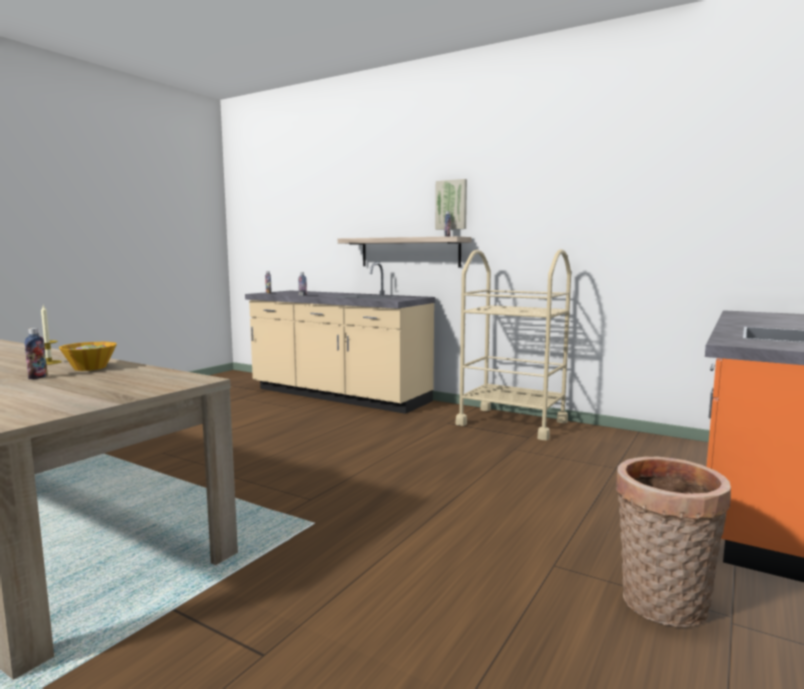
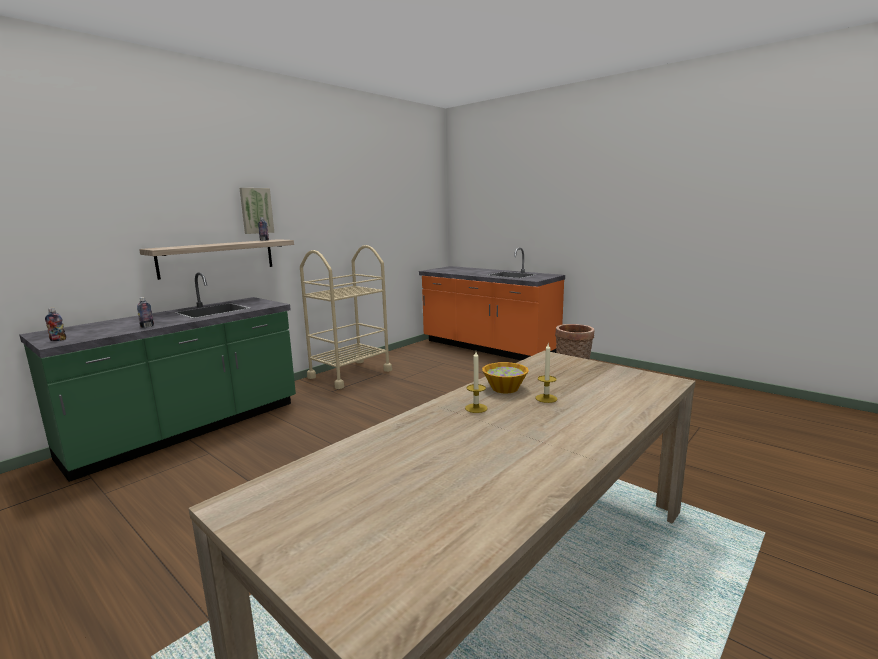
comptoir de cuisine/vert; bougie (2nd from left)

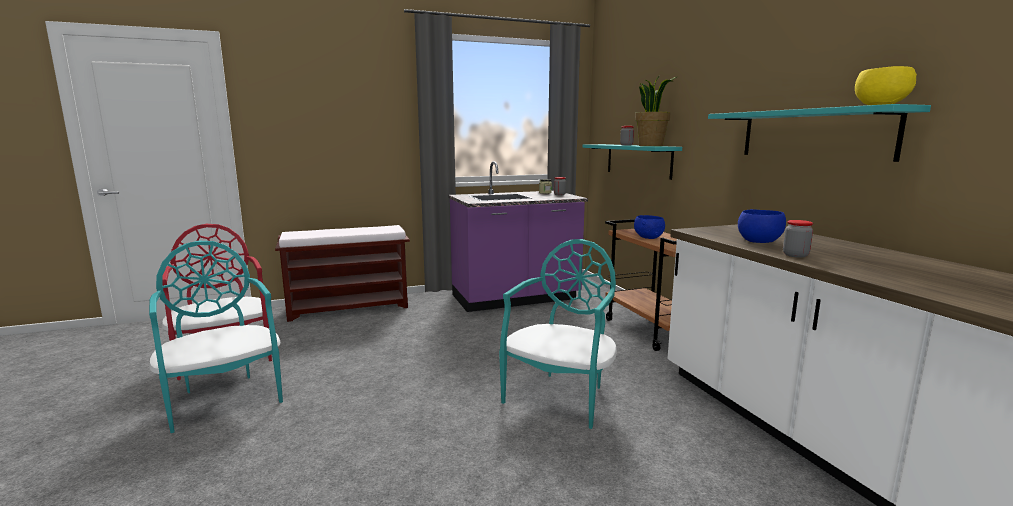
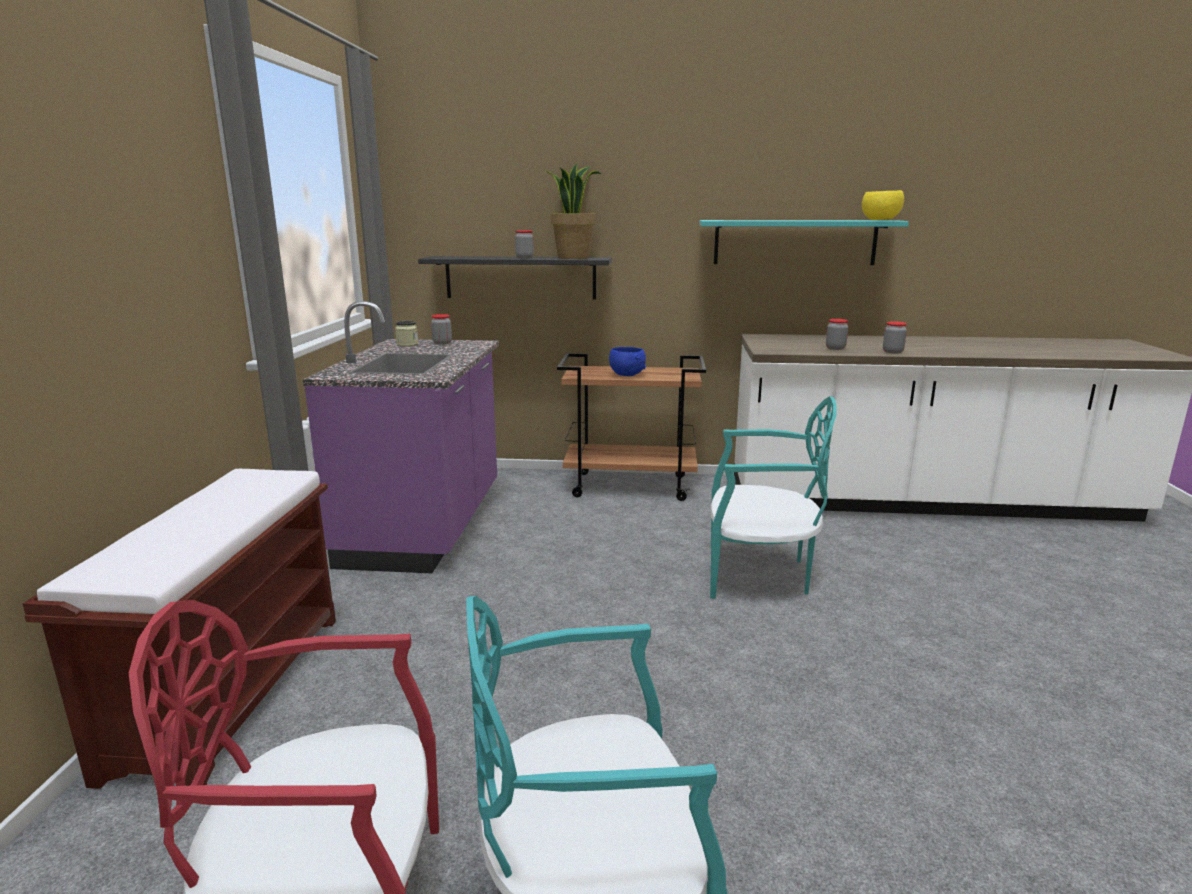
étagère/noir; chaise/turquoise (2nd from left); bocal (4th from left)

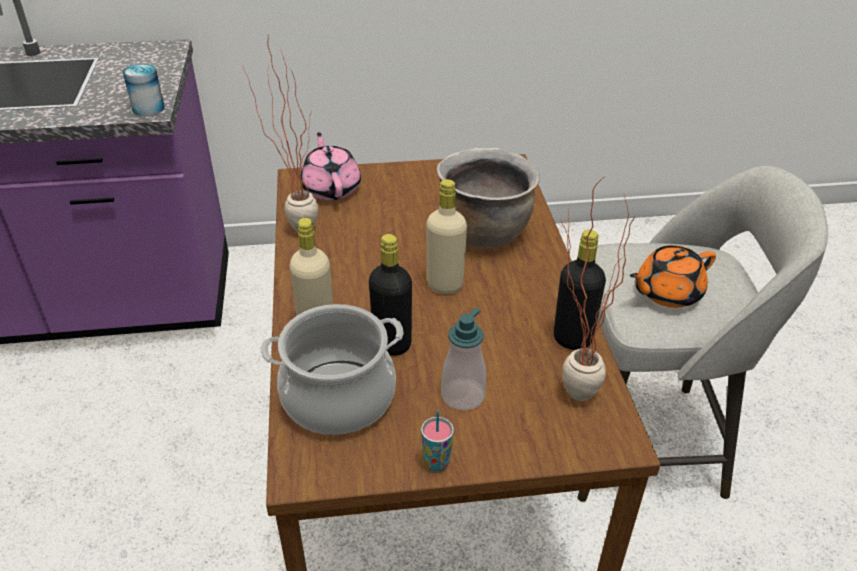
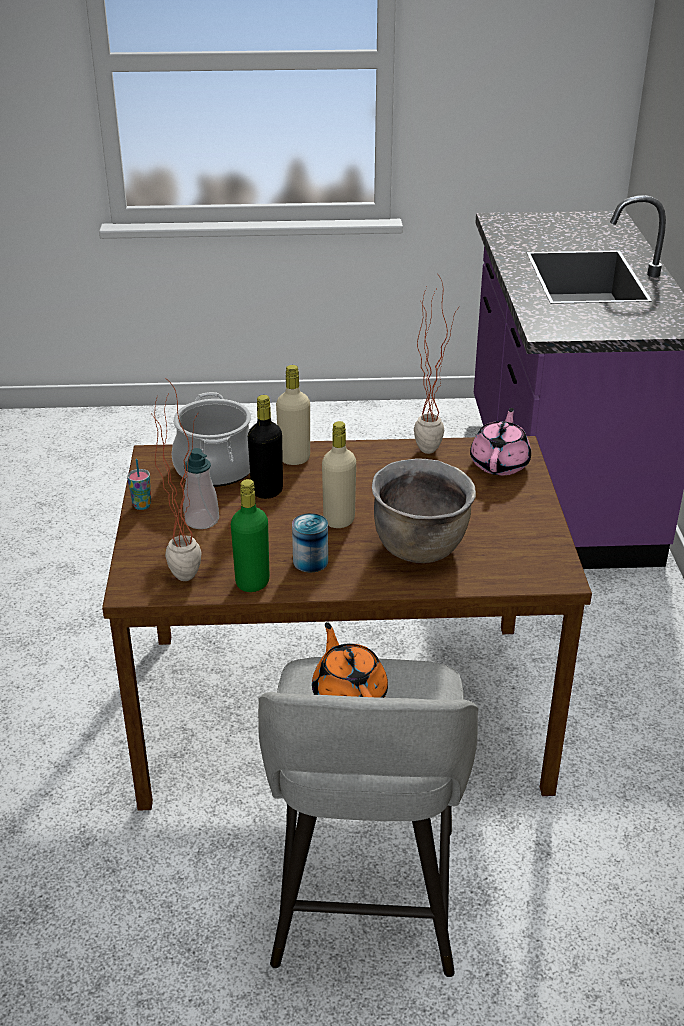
bouteille/vert; boîte métallique; théière/rose

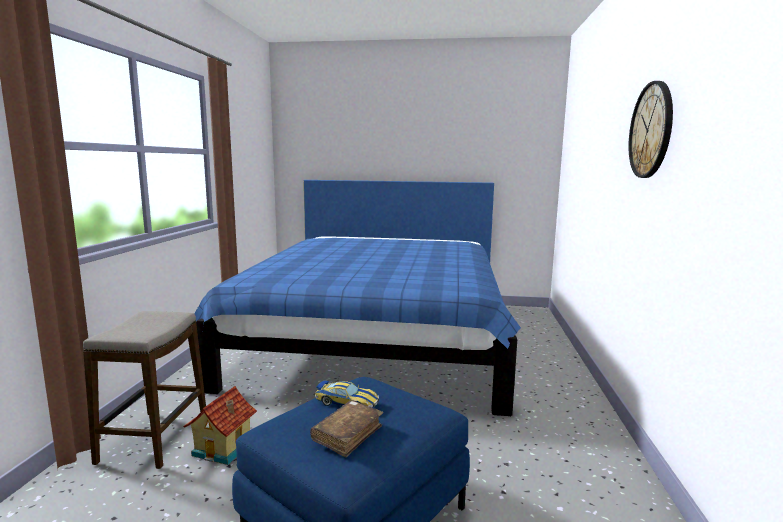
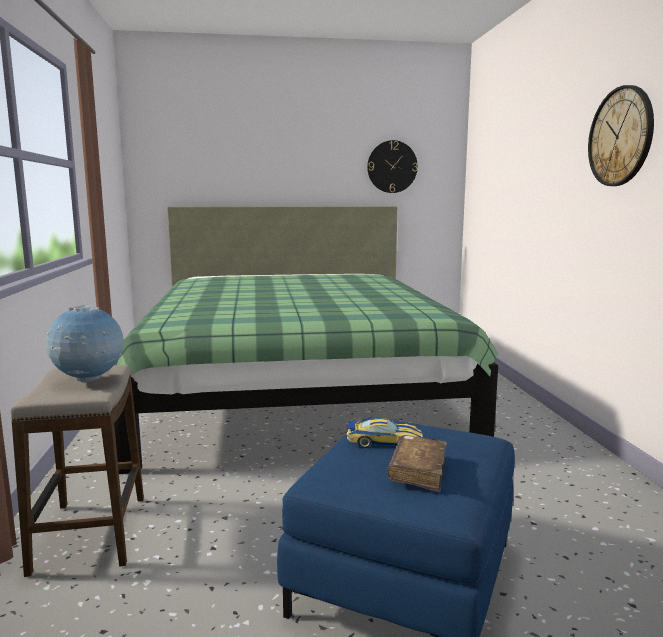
globe; lit/vert; horloge murale (1st from left); maison miniature

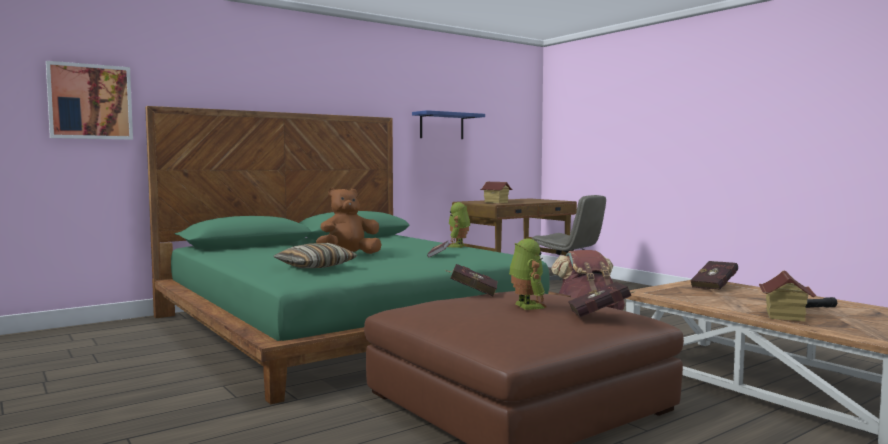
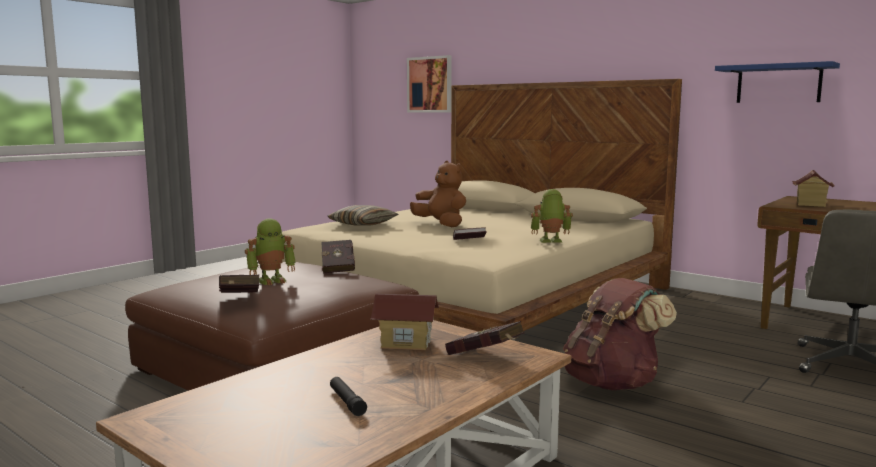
lit/beige; maison miniature (1st from left)

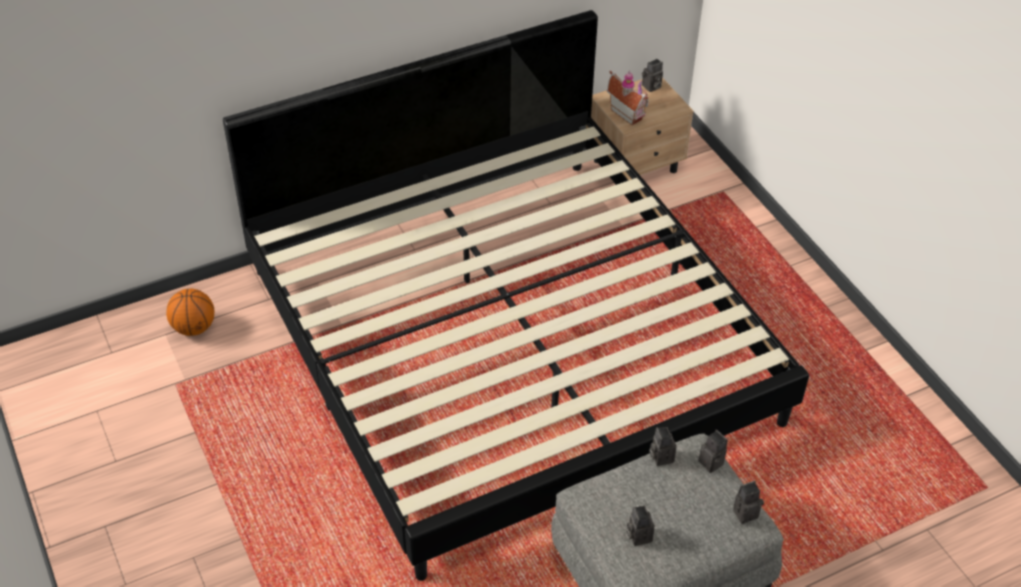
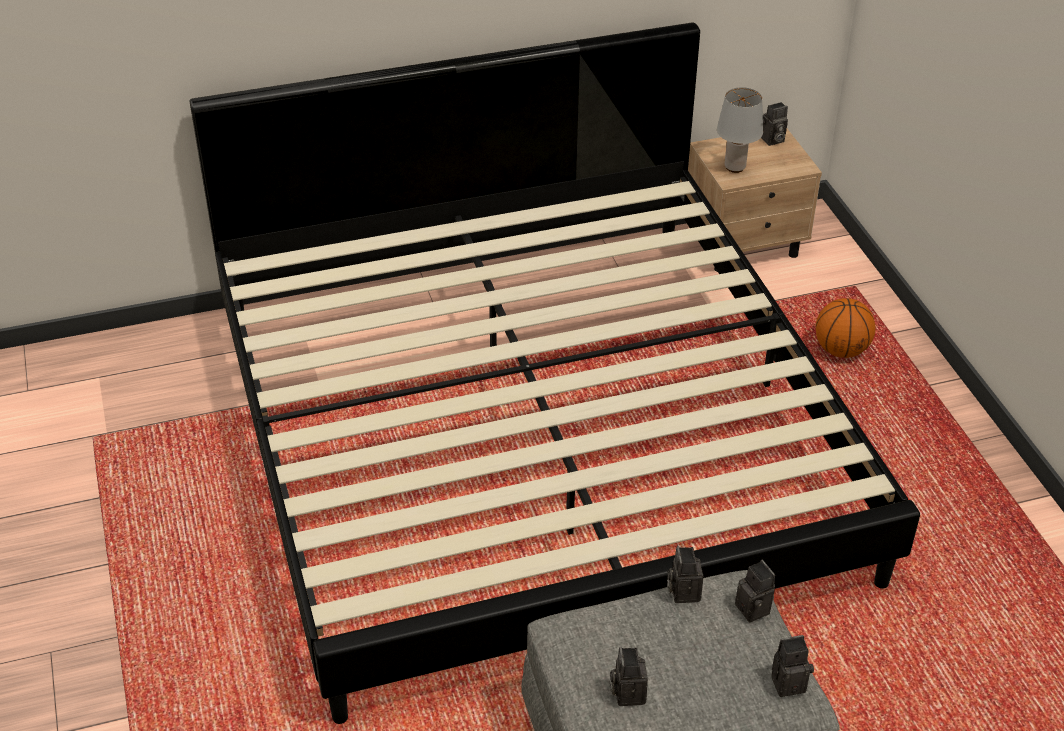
lampe de table/gris; ballon de basket

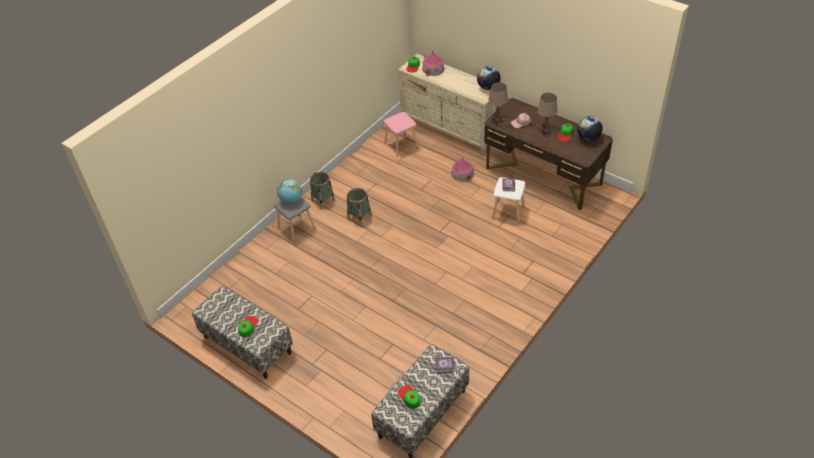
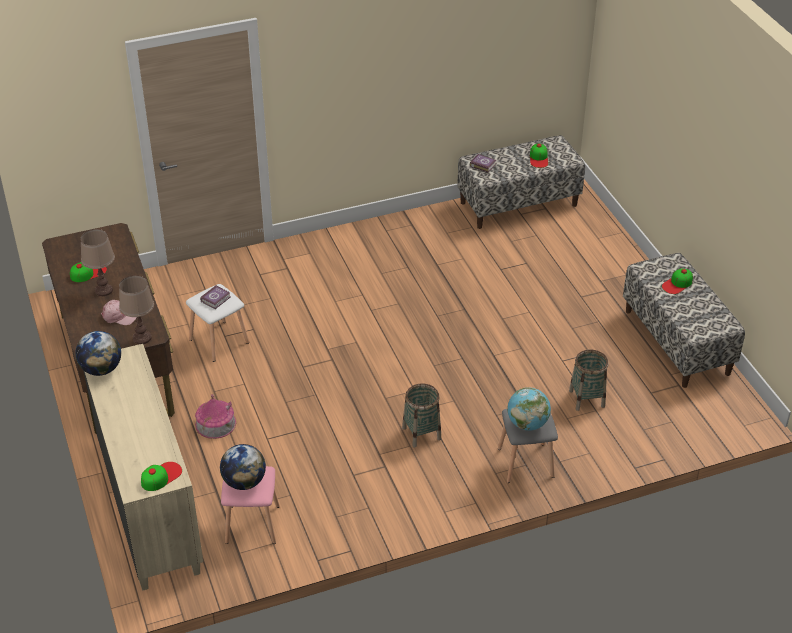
globe (2nd from left); panier (2nd from left); maison miniature (1st from left in the first image)

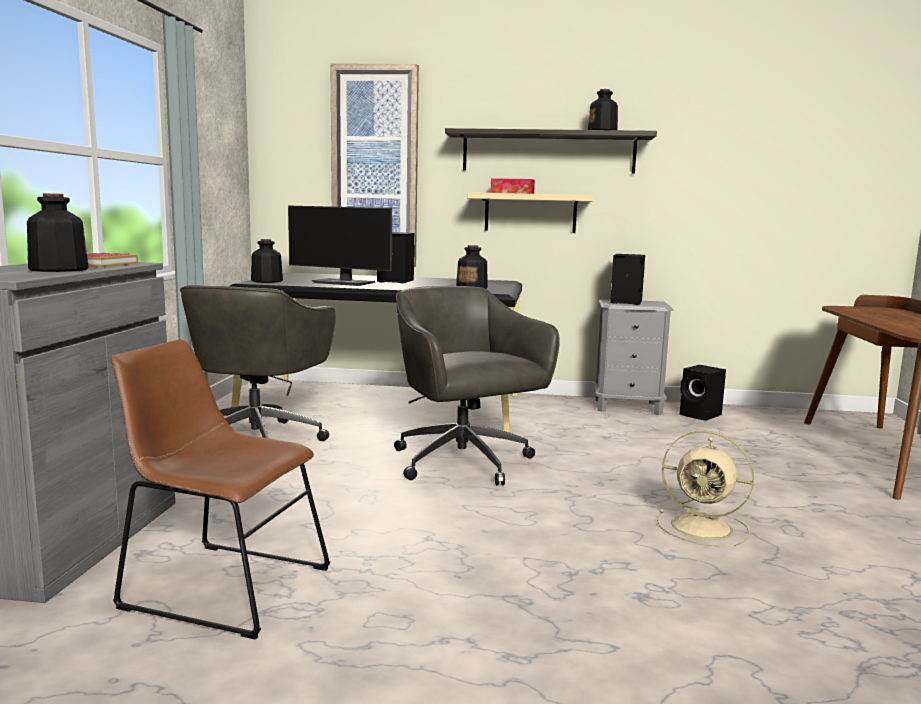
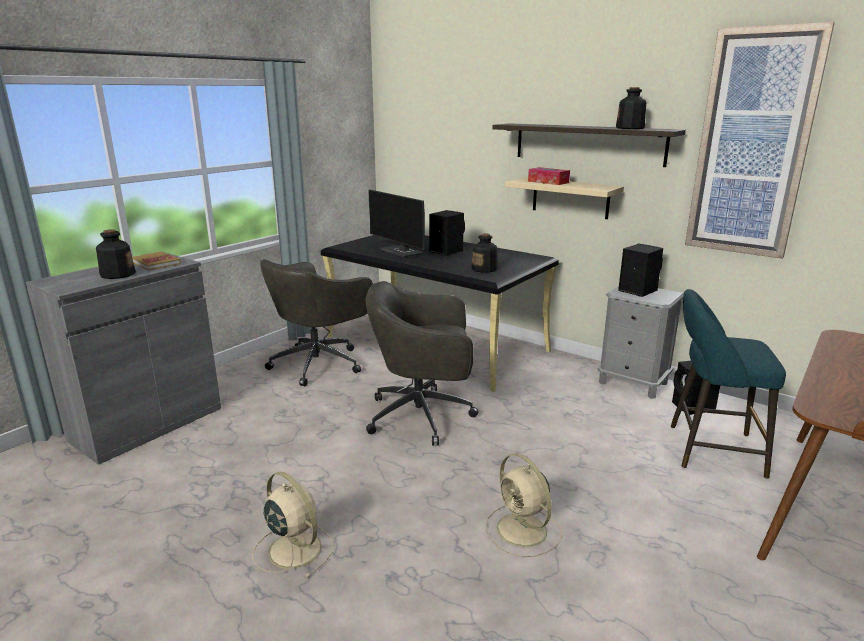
ventilateur/beige (1st from left); chaise de bureau/gris (2nd from left); tabouret/turquoise; tableau; chaise/marron; bouteille (2nd from left in the first image)

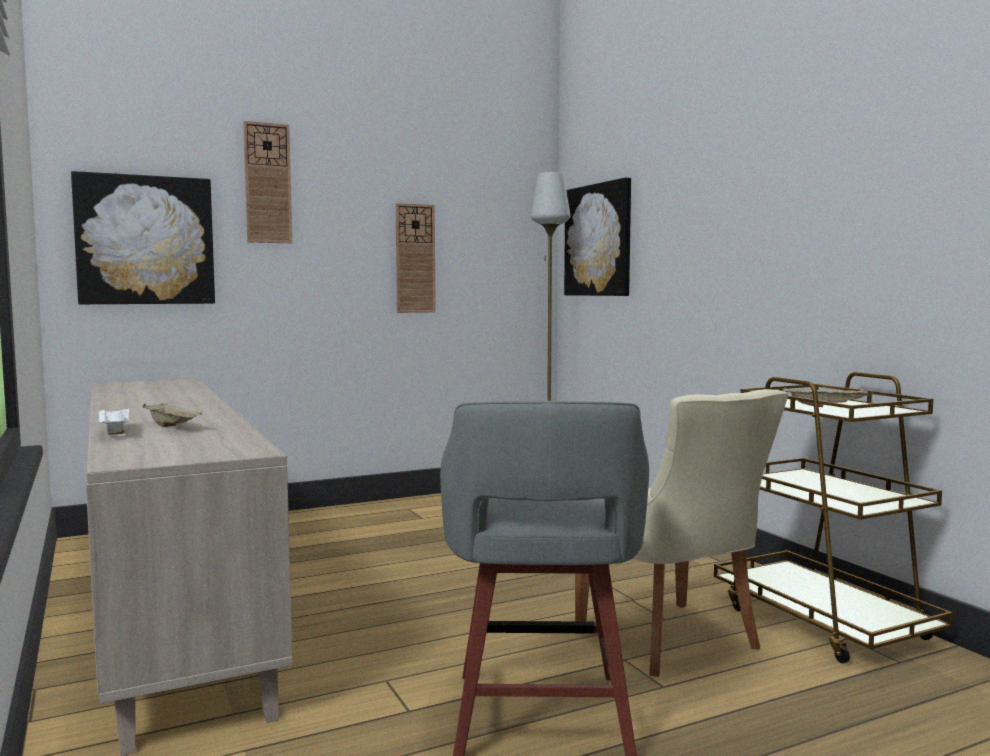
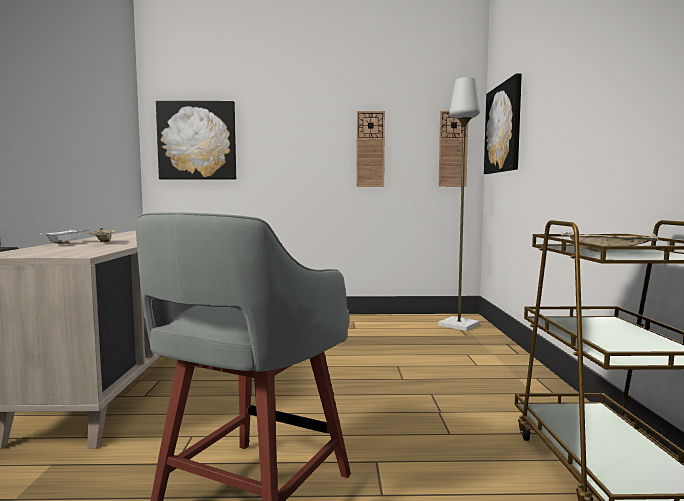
horloge murale (2nd from left); chaise/beige

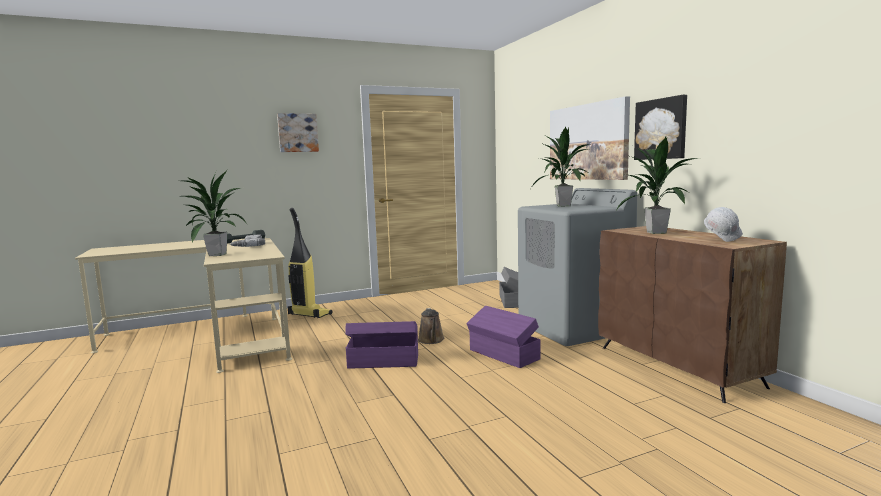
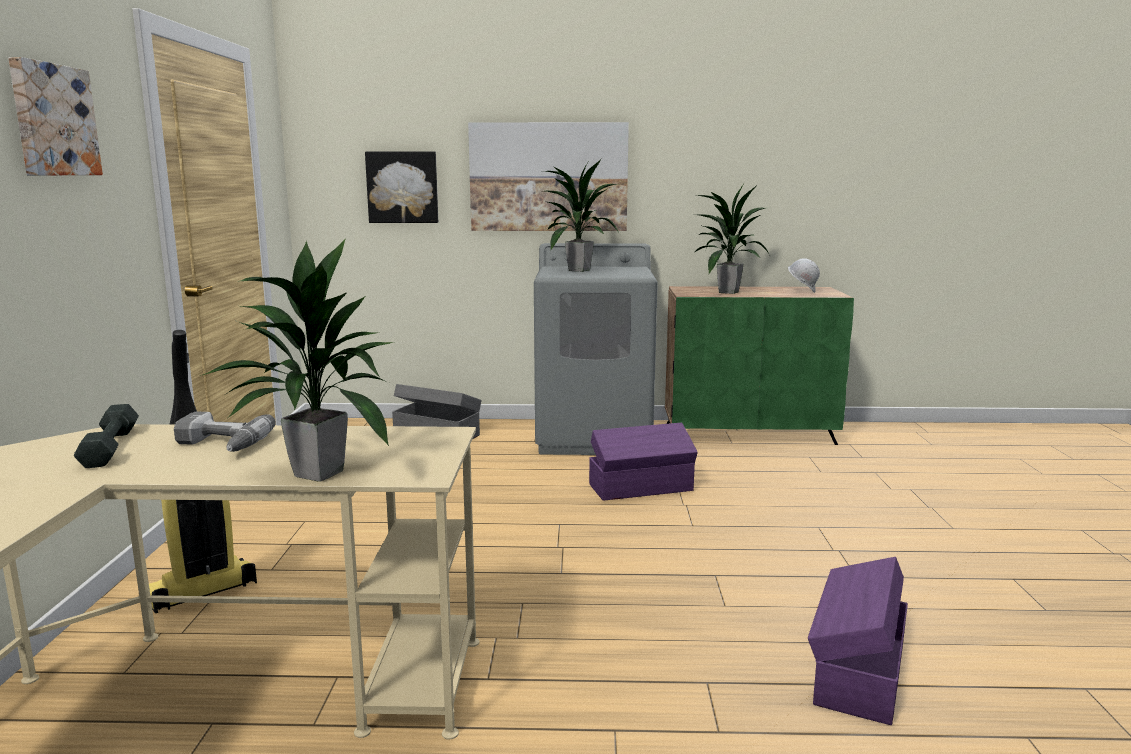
tableau (2nd from left); meuble de rangement/vert; boîte de rangement/violet (2nd from left); arrosoir/marron

